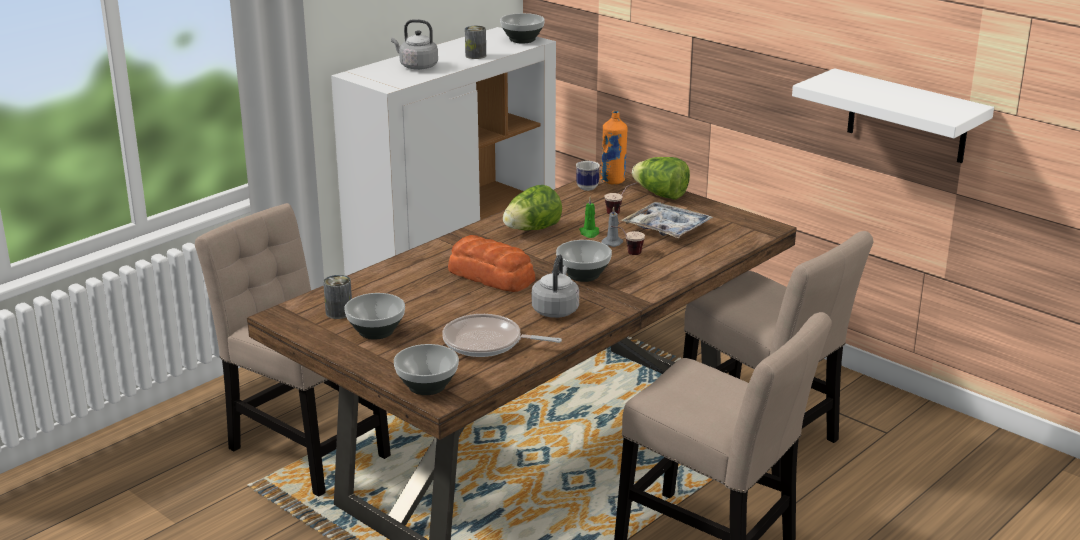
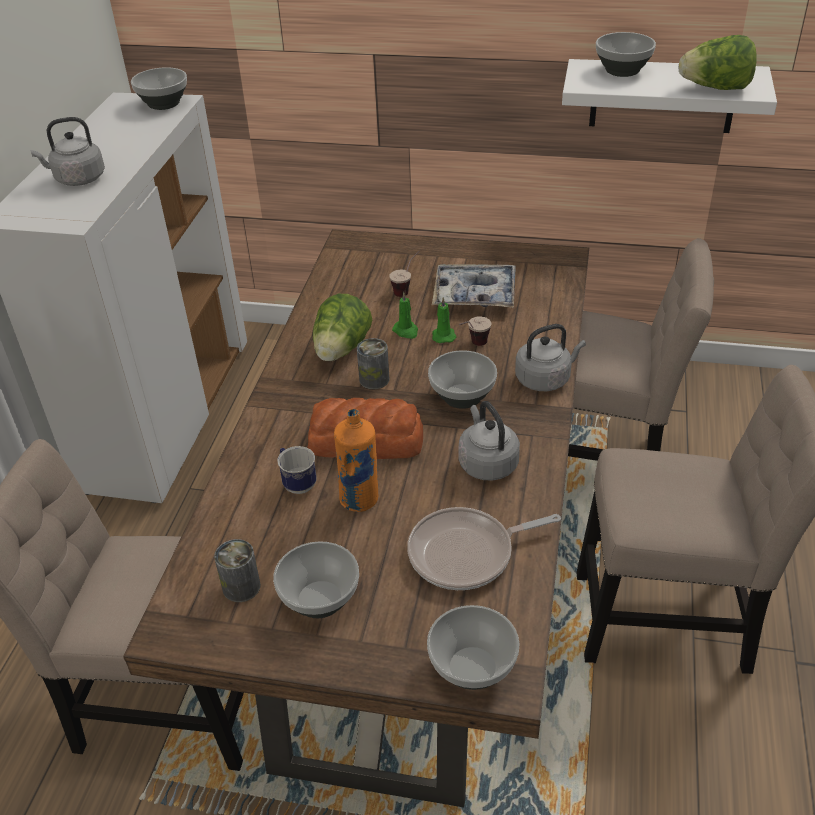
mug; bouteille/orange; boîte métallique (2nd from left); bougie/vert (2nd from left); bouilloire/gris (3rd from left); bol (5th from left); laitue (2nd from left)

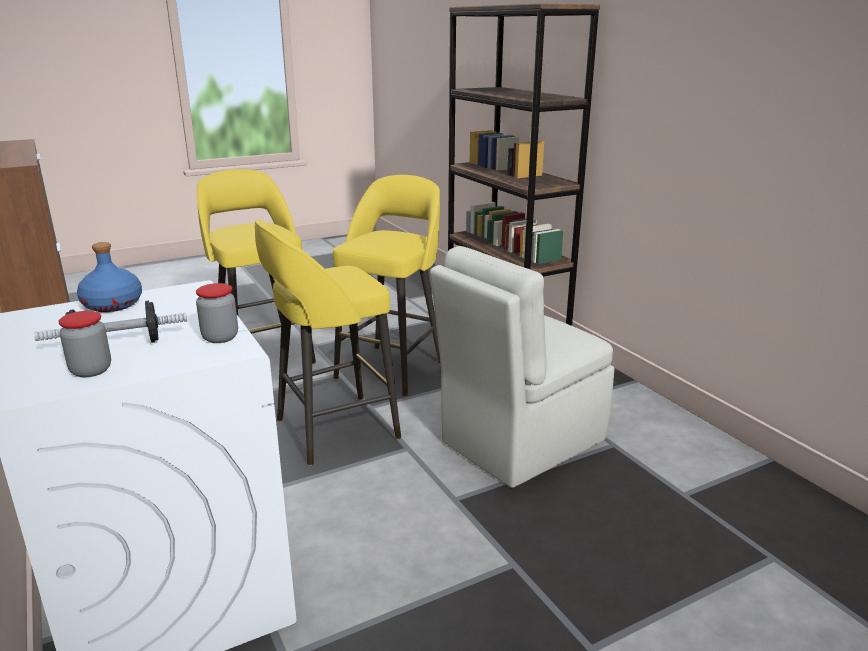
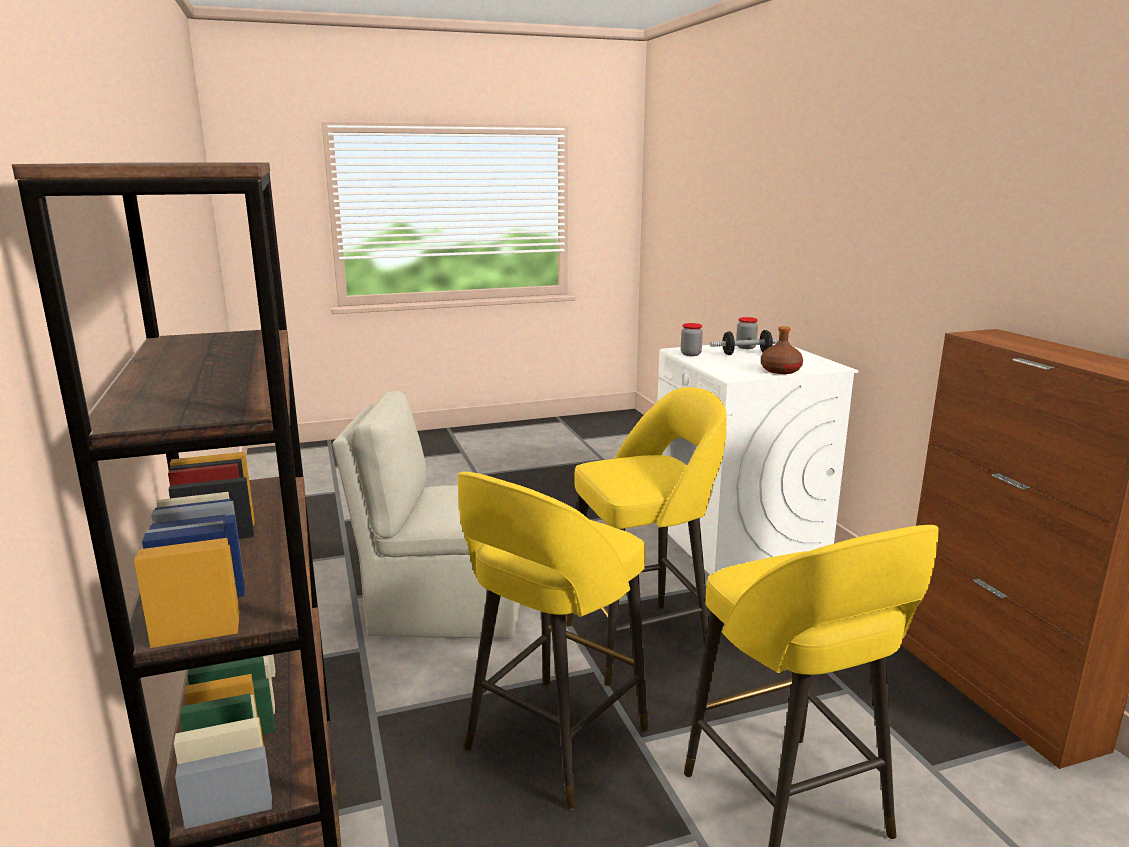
chaise/beige; bouteille/marron

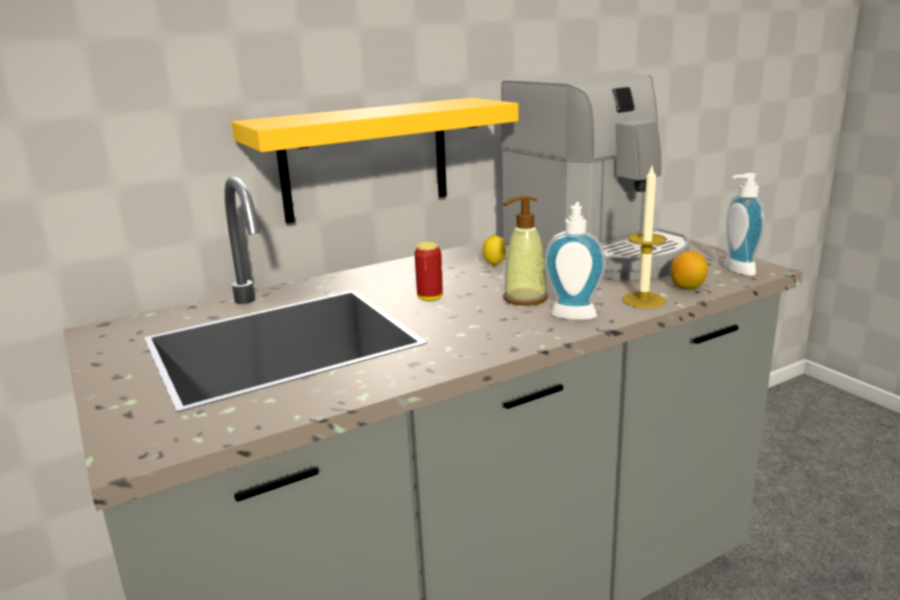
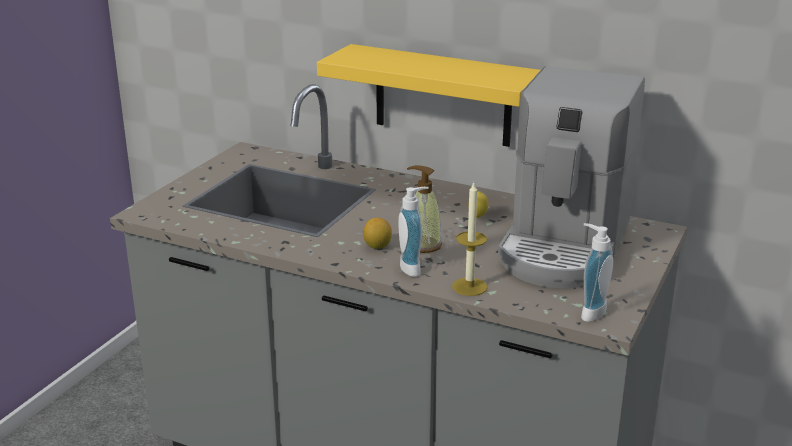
citron (1st from left); boîte métallique

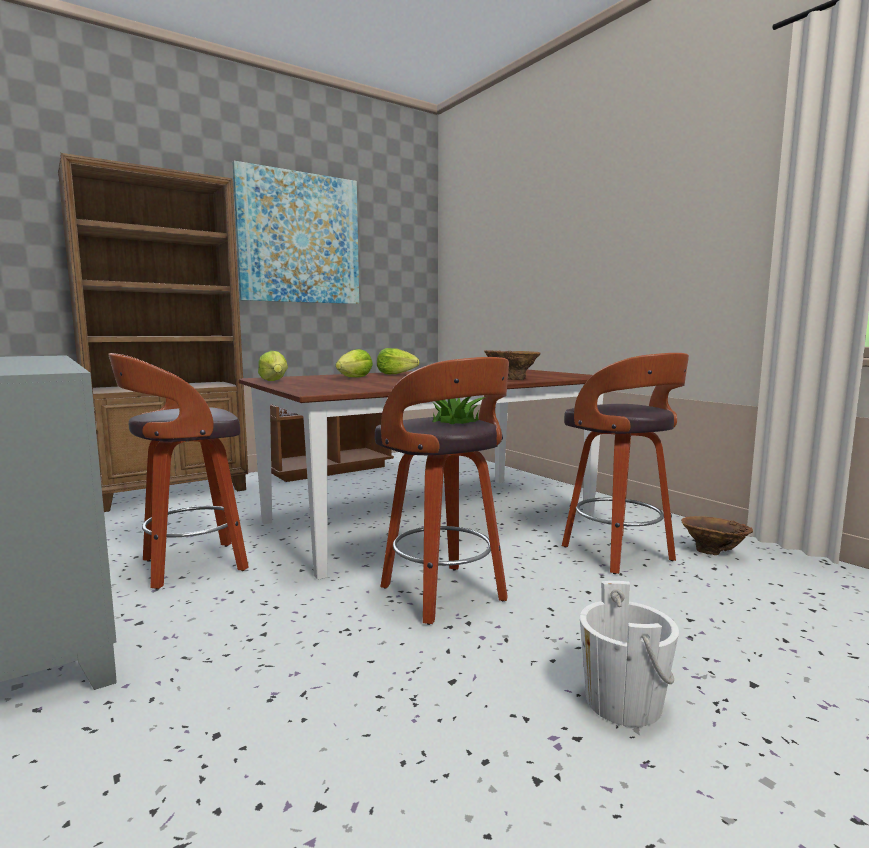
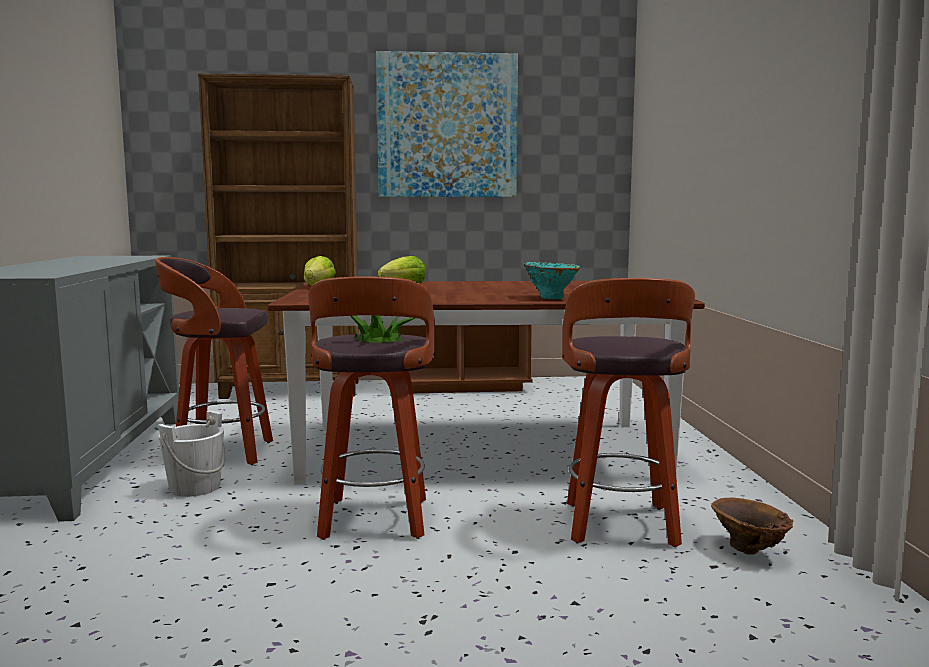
seau/blanc; vase/turquoise; laitue (3rd from left in the first image)

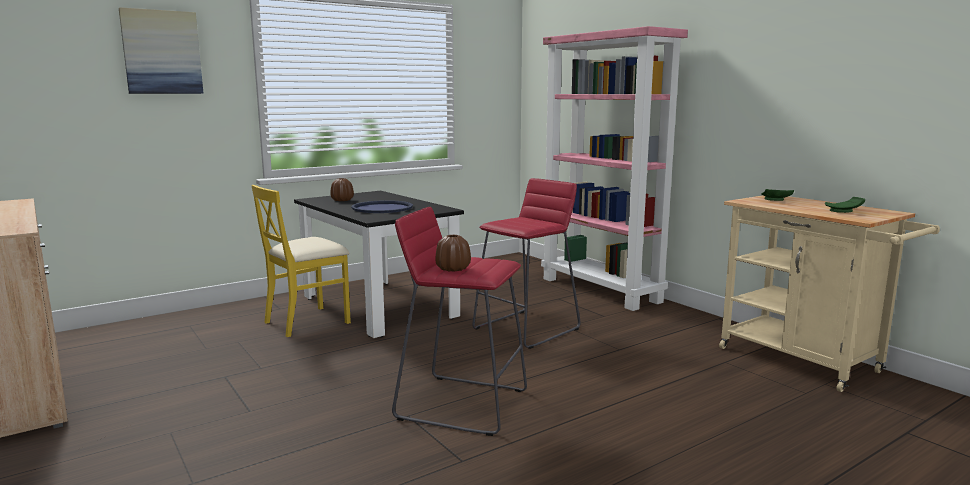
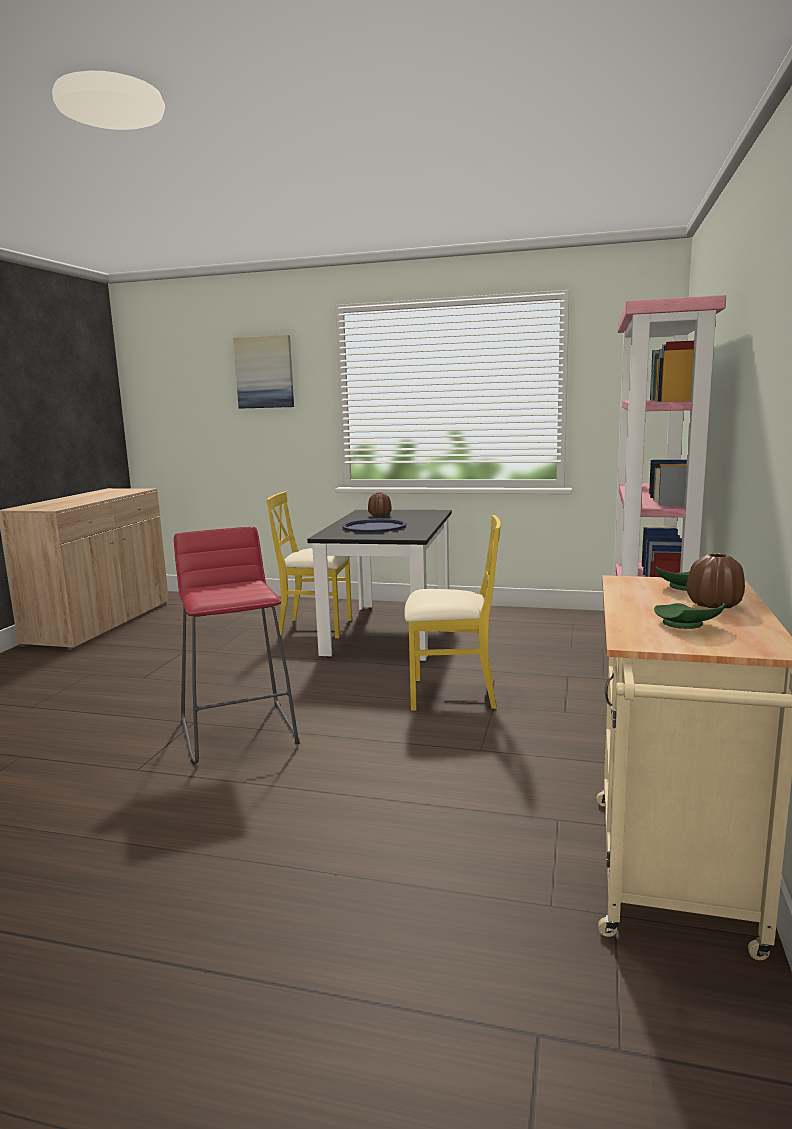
chaise/jaune (2nd from left); vase/marron (2nd from left)

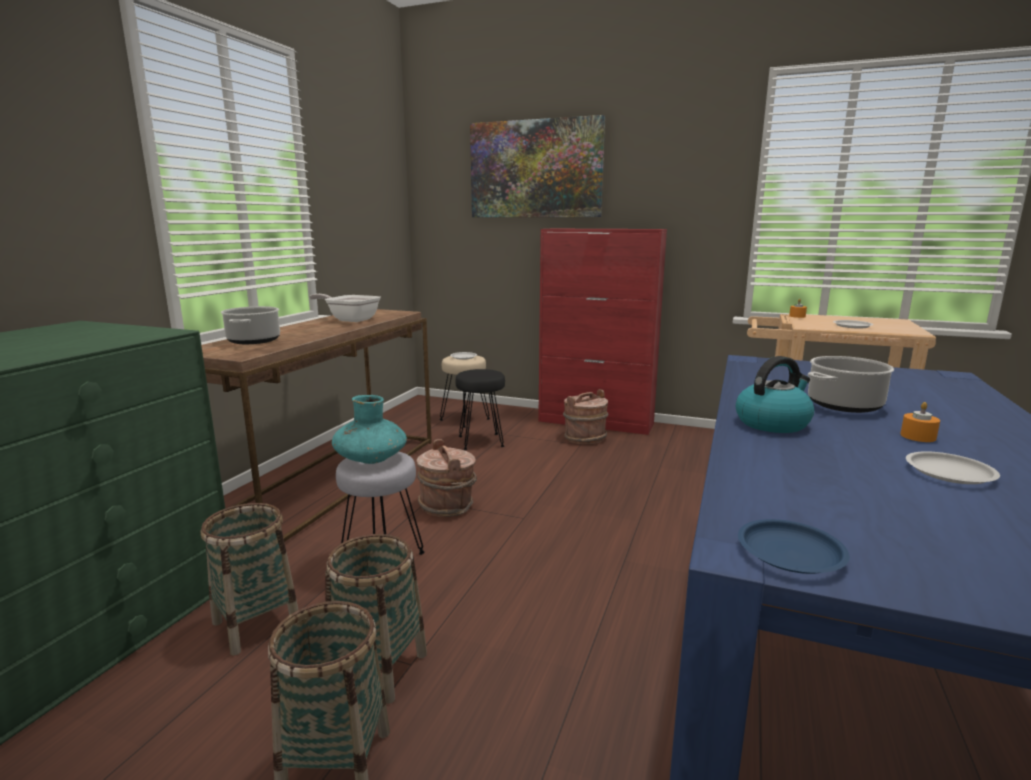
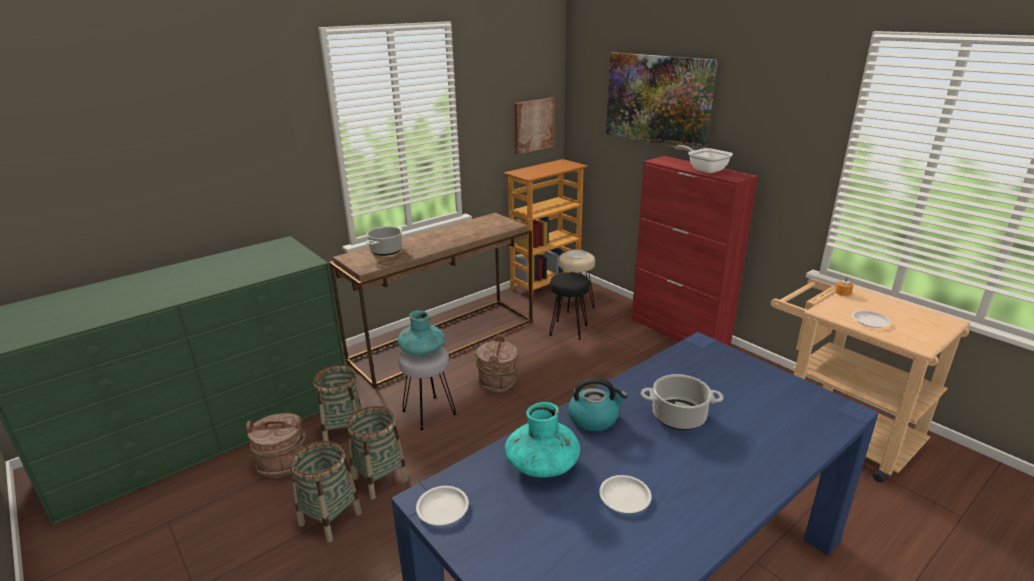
seau/marron (1st from left); assiette/blanc (1st from left); bibliothèque; vase/turquoise (2nd from left); tableau (1st from left); poêle; bougie/orange (2nd from left in the first image)

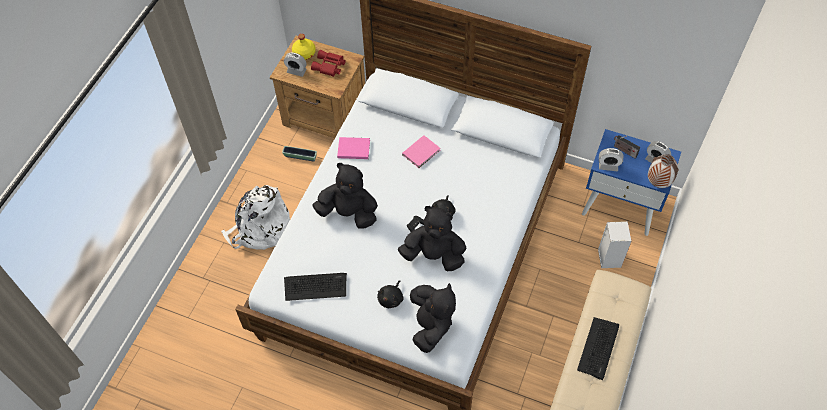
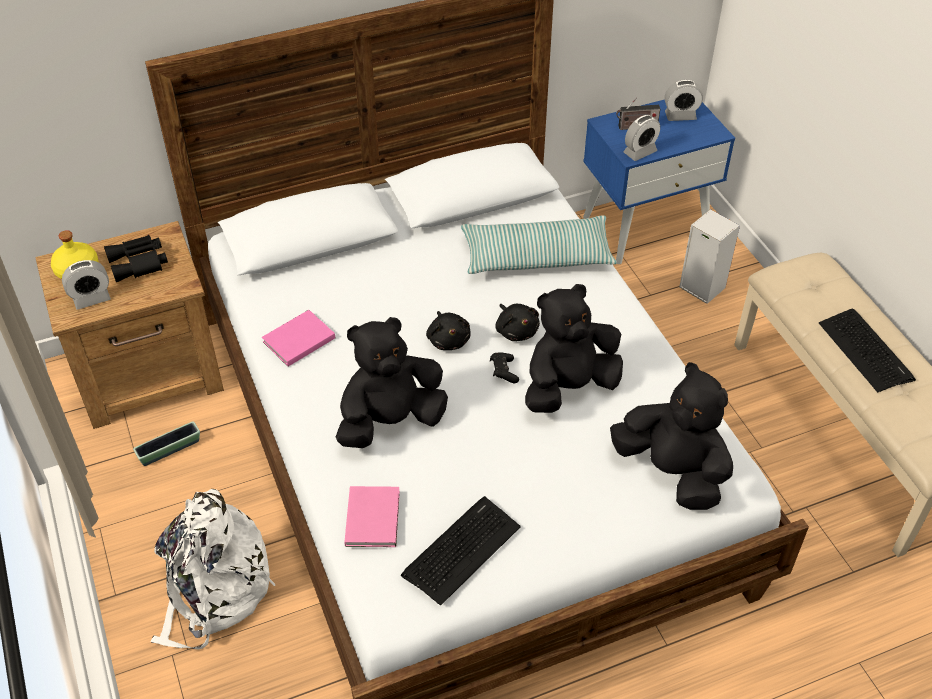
jumelles/noir; livre/rose (2nd from left); peluche/noir (2nd from left); coussin; vase

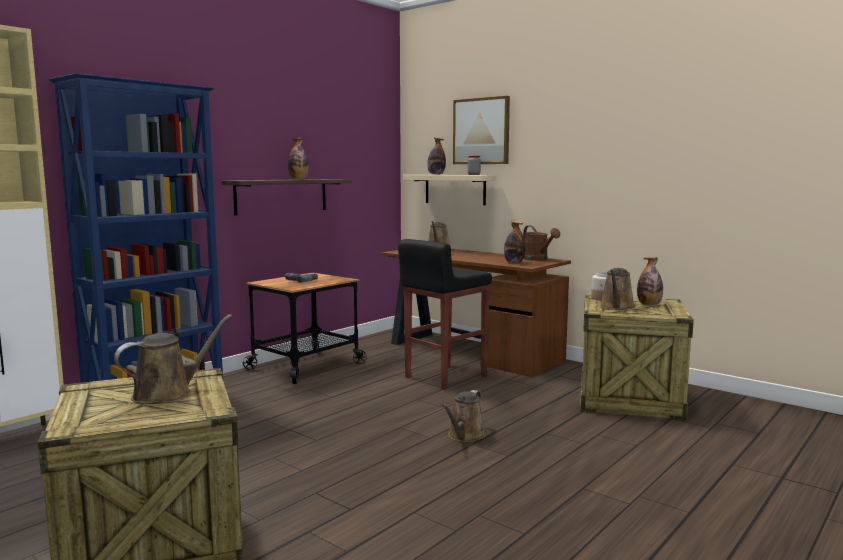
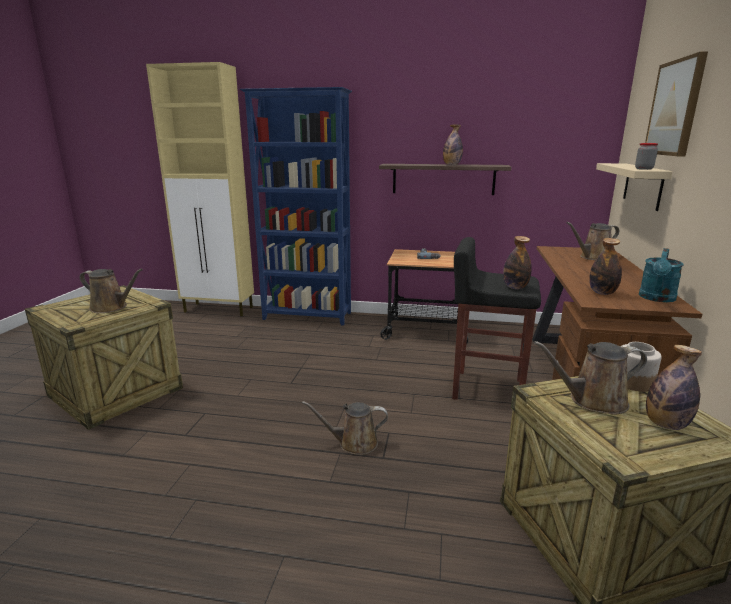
bouteille (2nd from left); arrosoir/turquoise

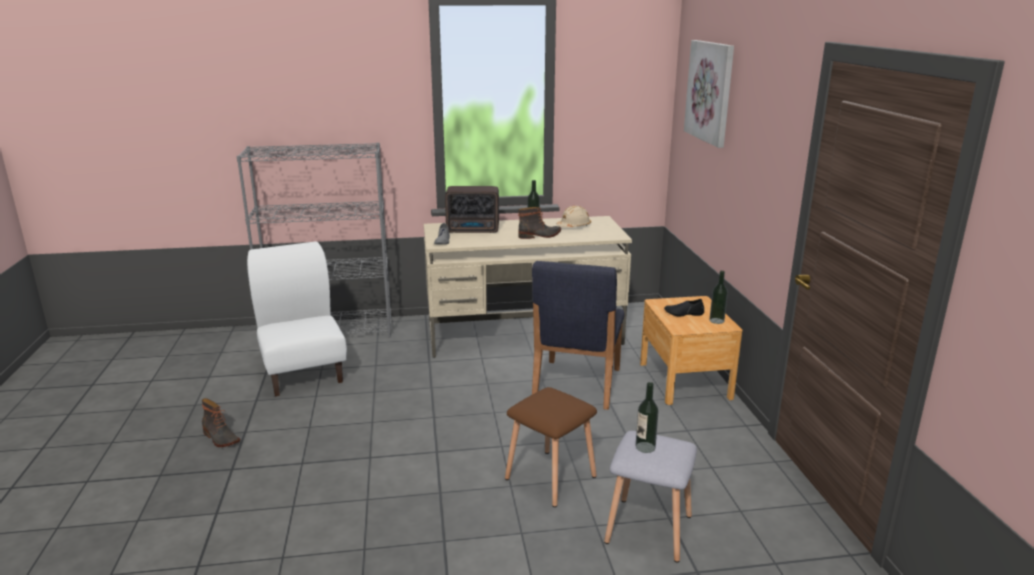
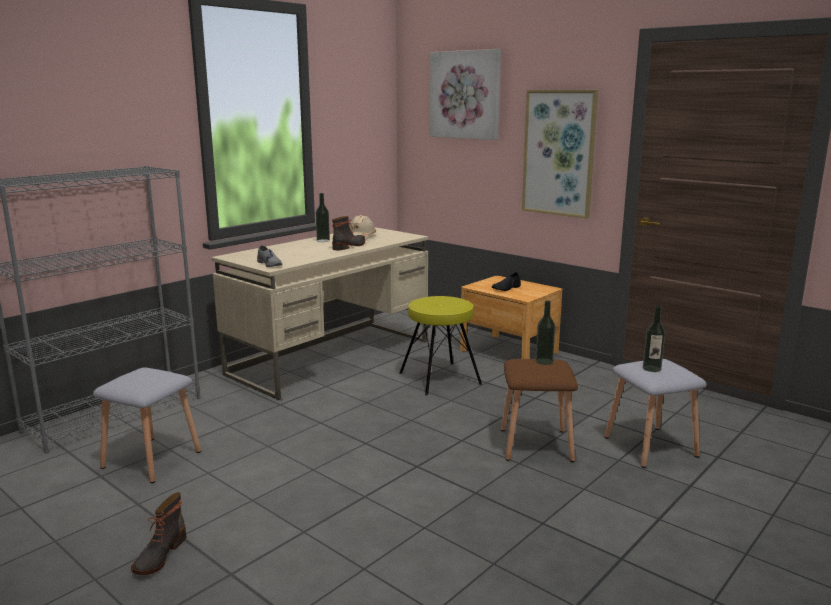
tabouret/gris (1st from left); botte (1st from left); tabouret/jaune; tableau (2nd from left); bouteille (2nd from left); radio

